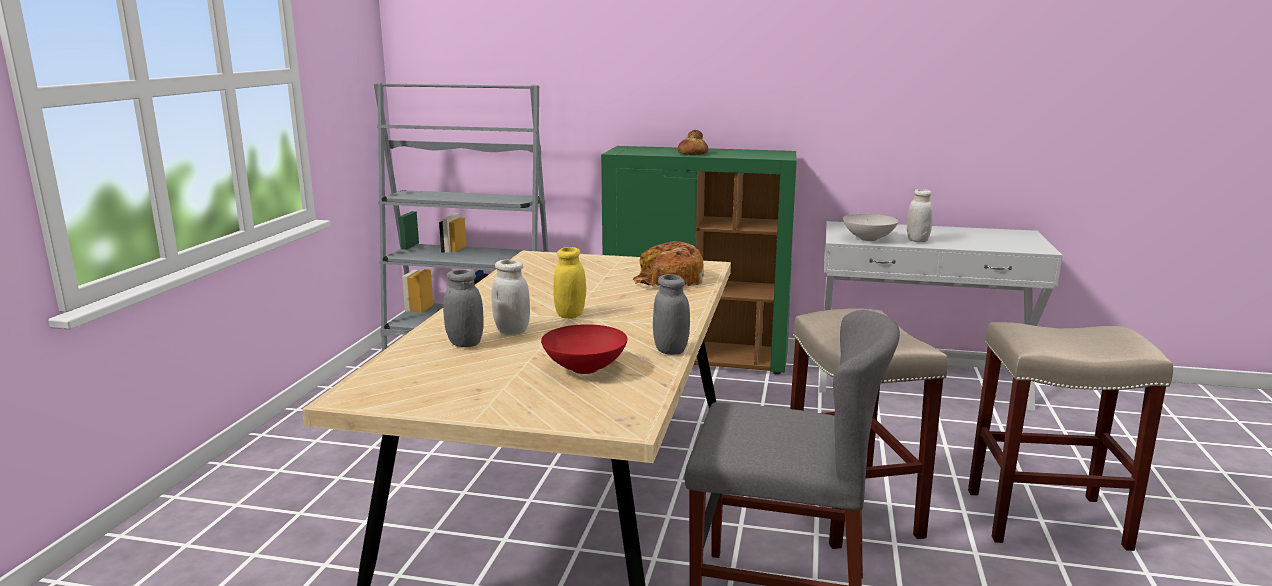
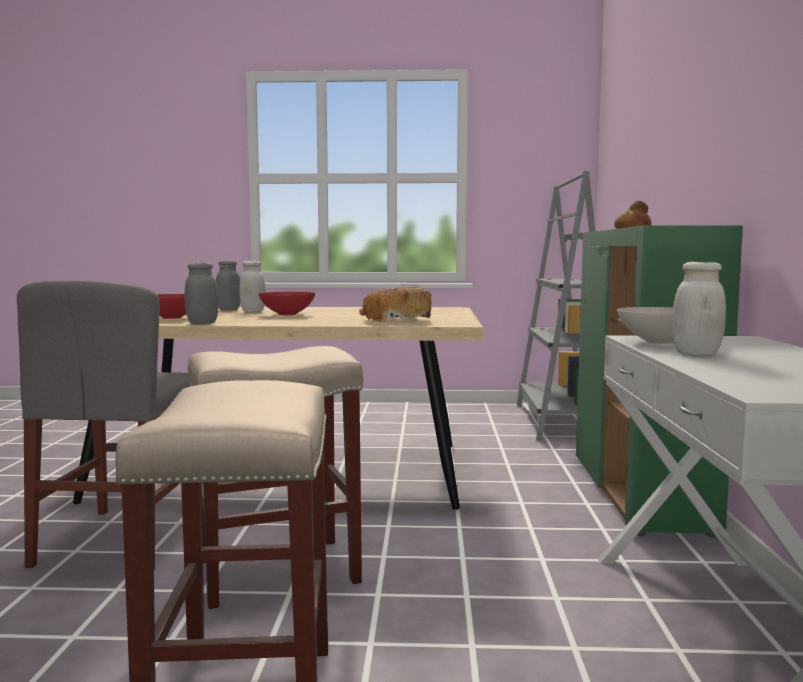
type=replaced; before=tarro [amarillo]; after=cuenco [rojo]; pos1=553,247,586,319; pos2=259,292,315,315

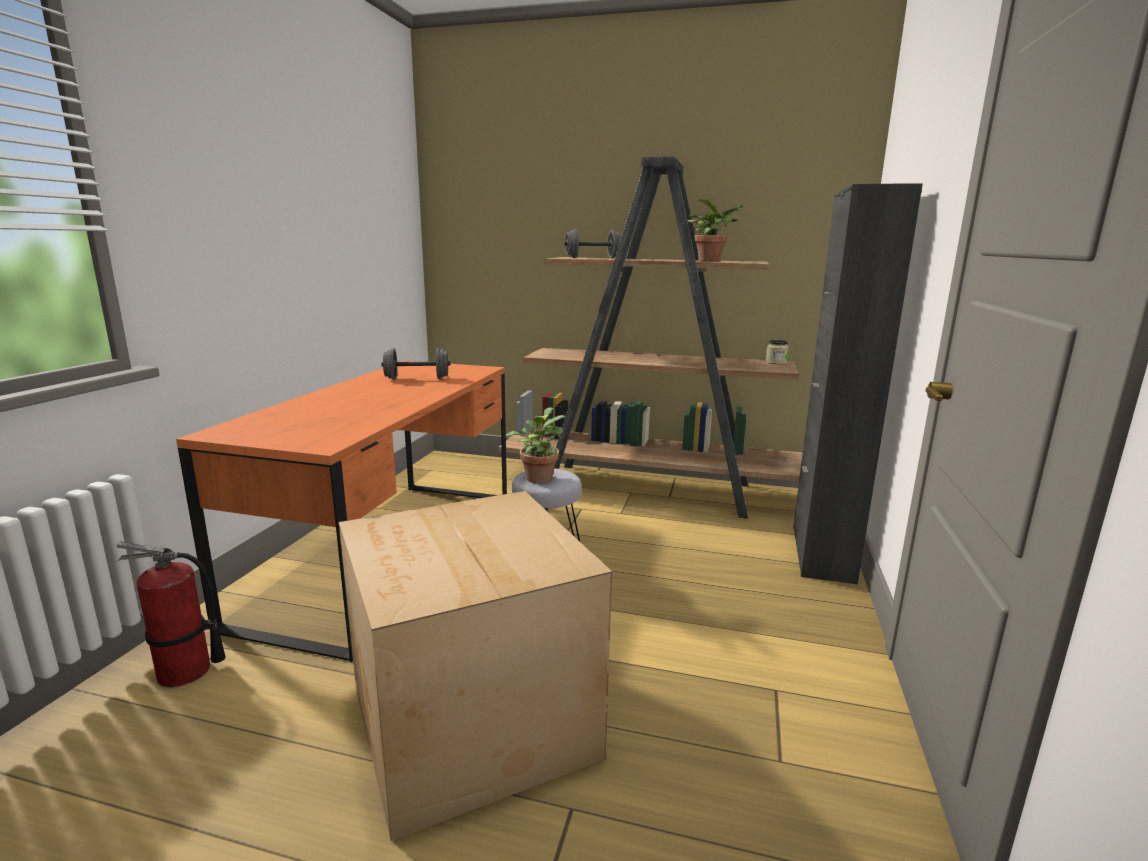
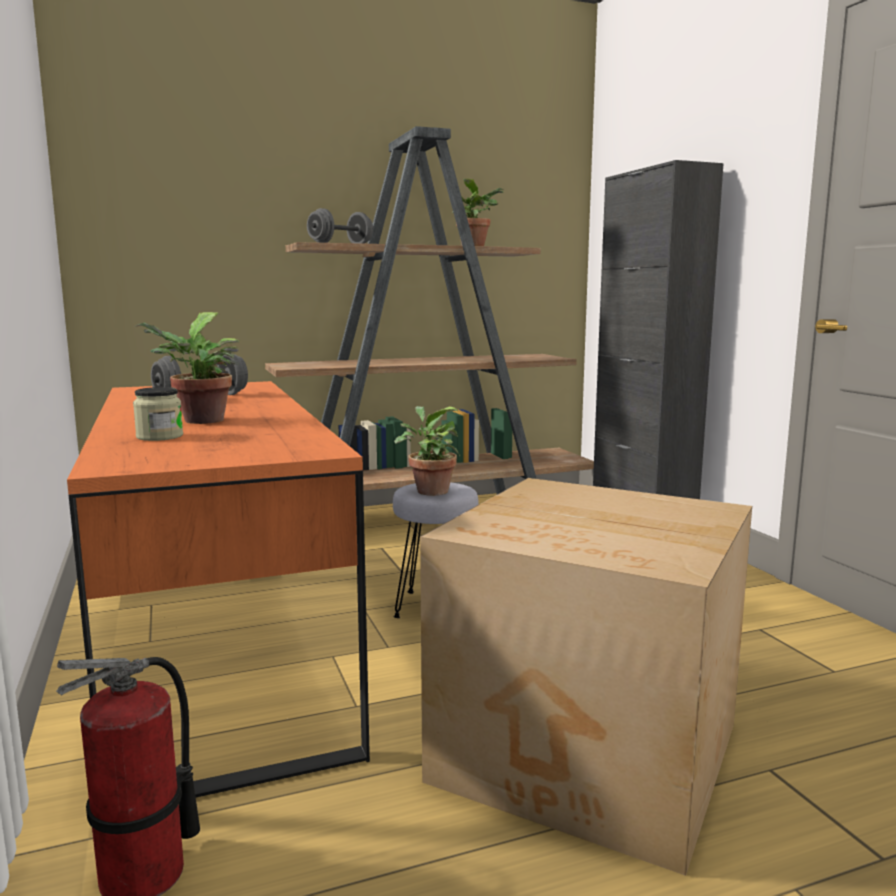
type=moved; before=tarro; pos1=766,340,789,365; pos2=133,387,183,441
type=added; after=planta en maceta; pos2=134,312,240,424

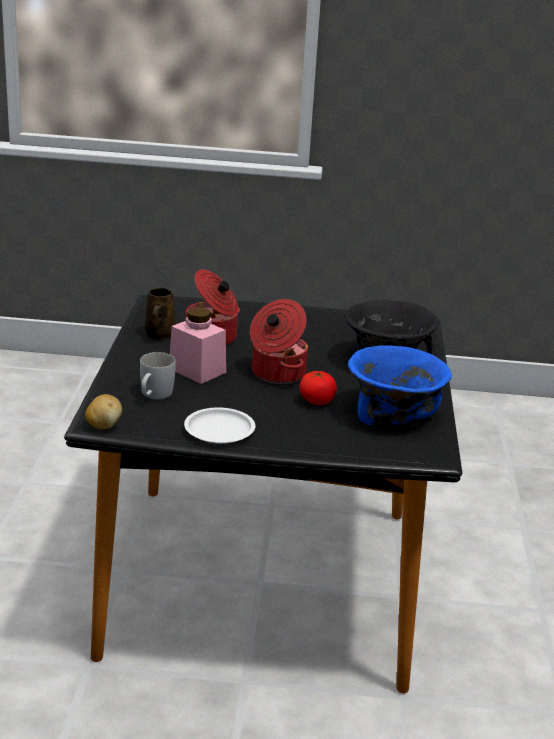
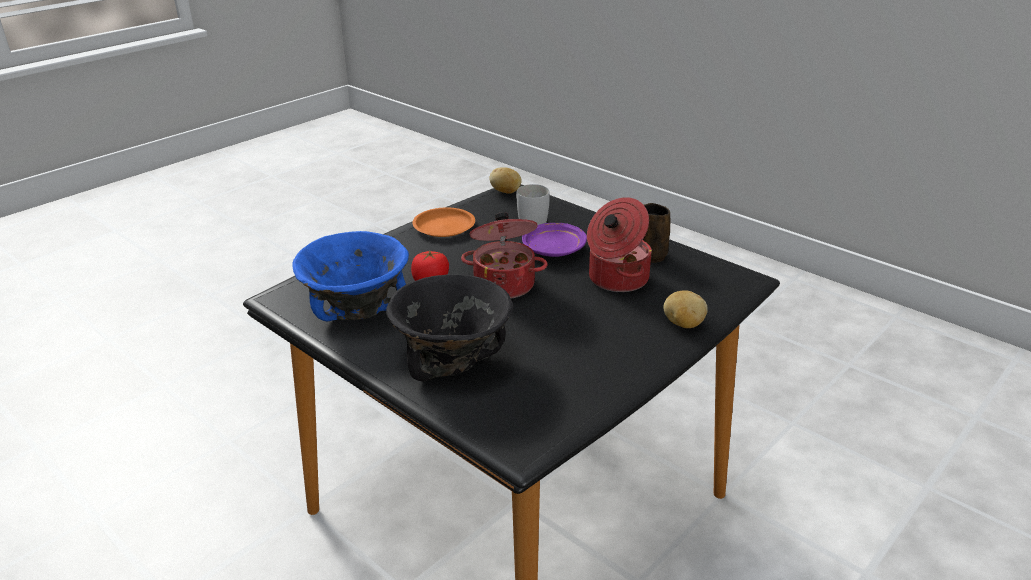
type=replaced; before=tarro [rosa]; after=plato [morado]; pos1=170,307,226,384; pos2=522,223,587,257
type=recoloured; before=plato [blanco]; after=plato [naranja]; pos1=184,407,255,444; pos2=412,207,475,237
type=added; after=patata; pos2=663,290,708,328

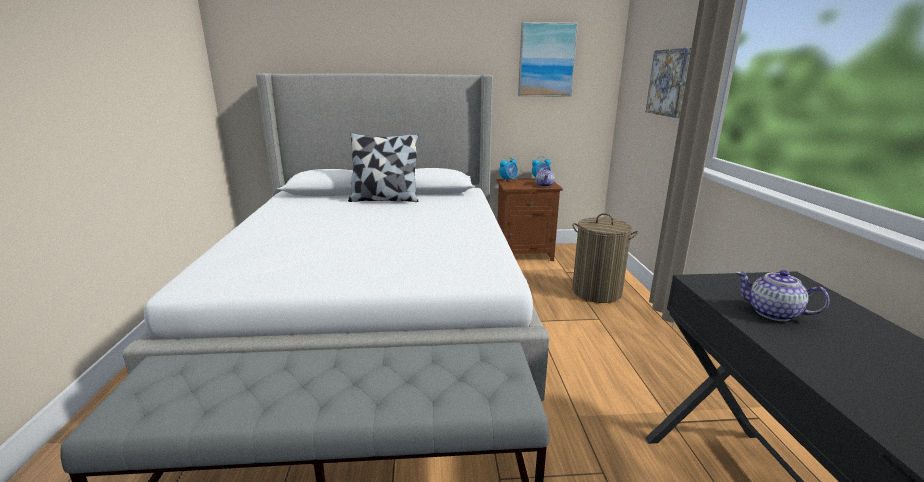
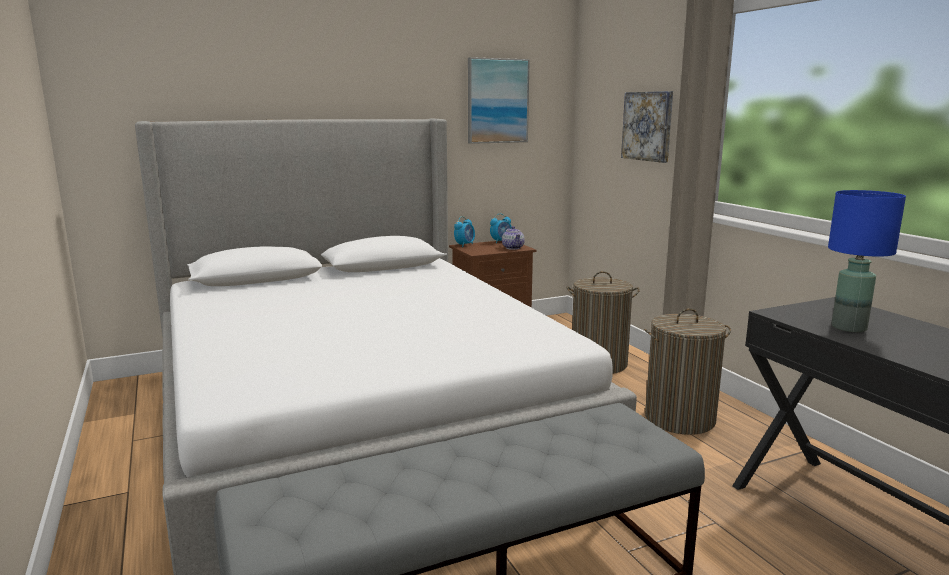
type=removed; before=cojín; pos1=348,132,419,202
type=replaced; before=tetera; after=lámpara de mesa [azul]; pos1=736,270,830,321; pos2=828,190,906,332
type=added; after=cesto de la ropa; pos2=644,308,731,435

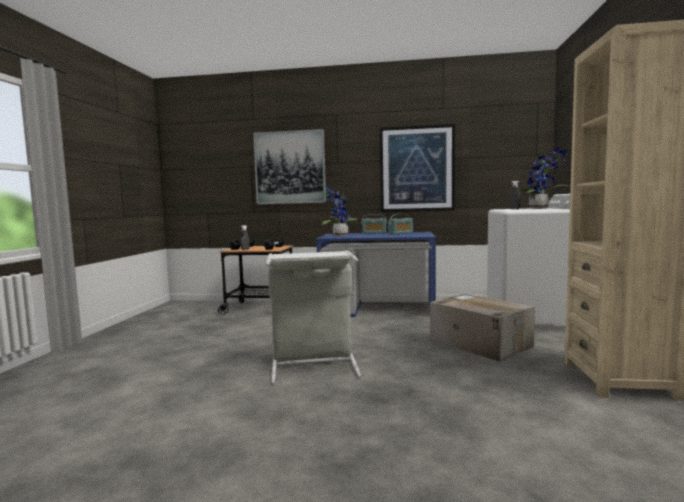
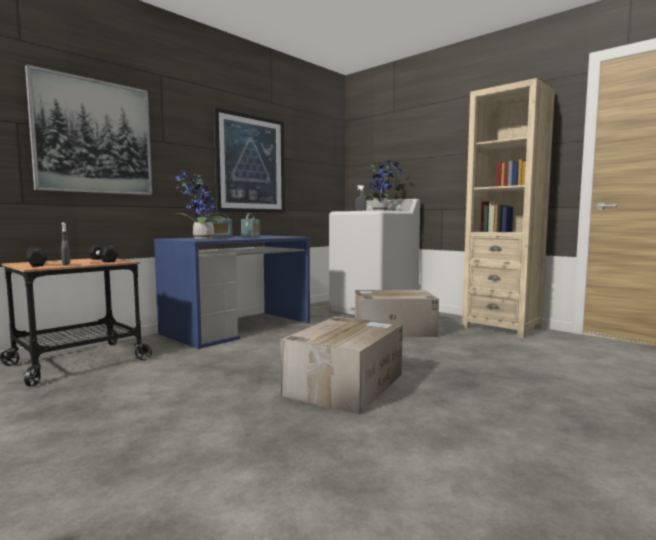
type=replaced; before=cesto de la ropa [gris]; after=caja de cartón; pos1=266,250,361,384; pos2=280,317,403,415

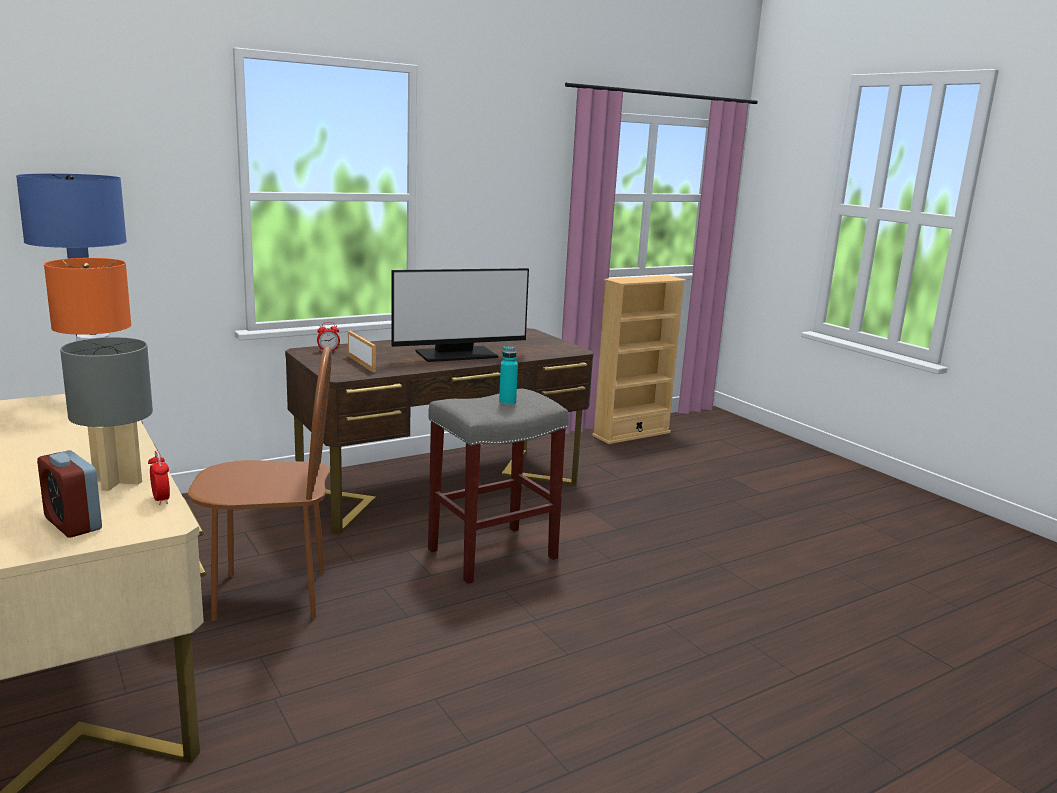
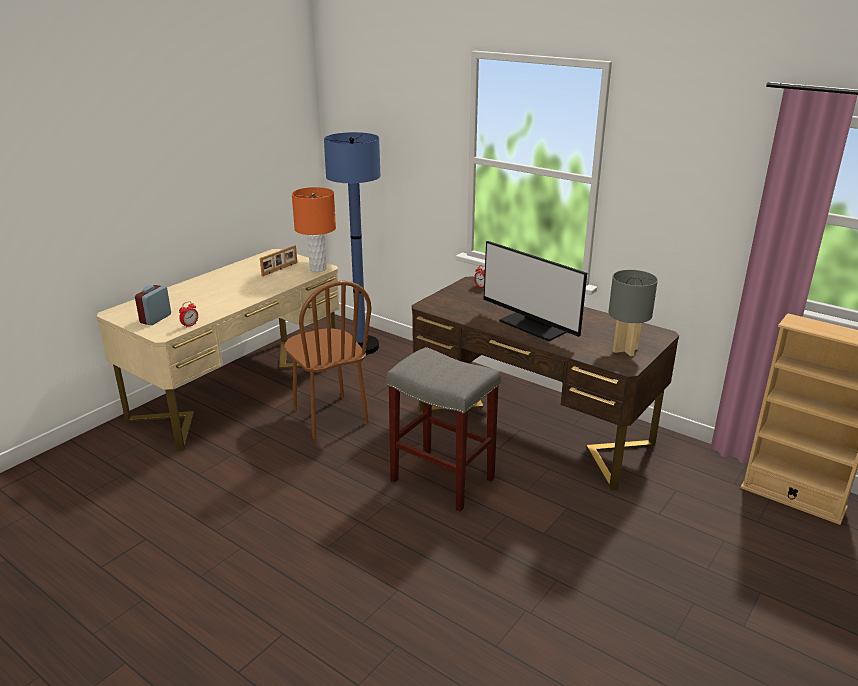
type=moved; before=portarretratos; pos1=348,331,376,373; pos2=260,245,297,276
type=moved; before=lámpara de mesa [gris]; pos1=60,337,153,491; pos2=608,270,658,356
type=removed; before=botella [turquesa]; pos1=499,346,518,405

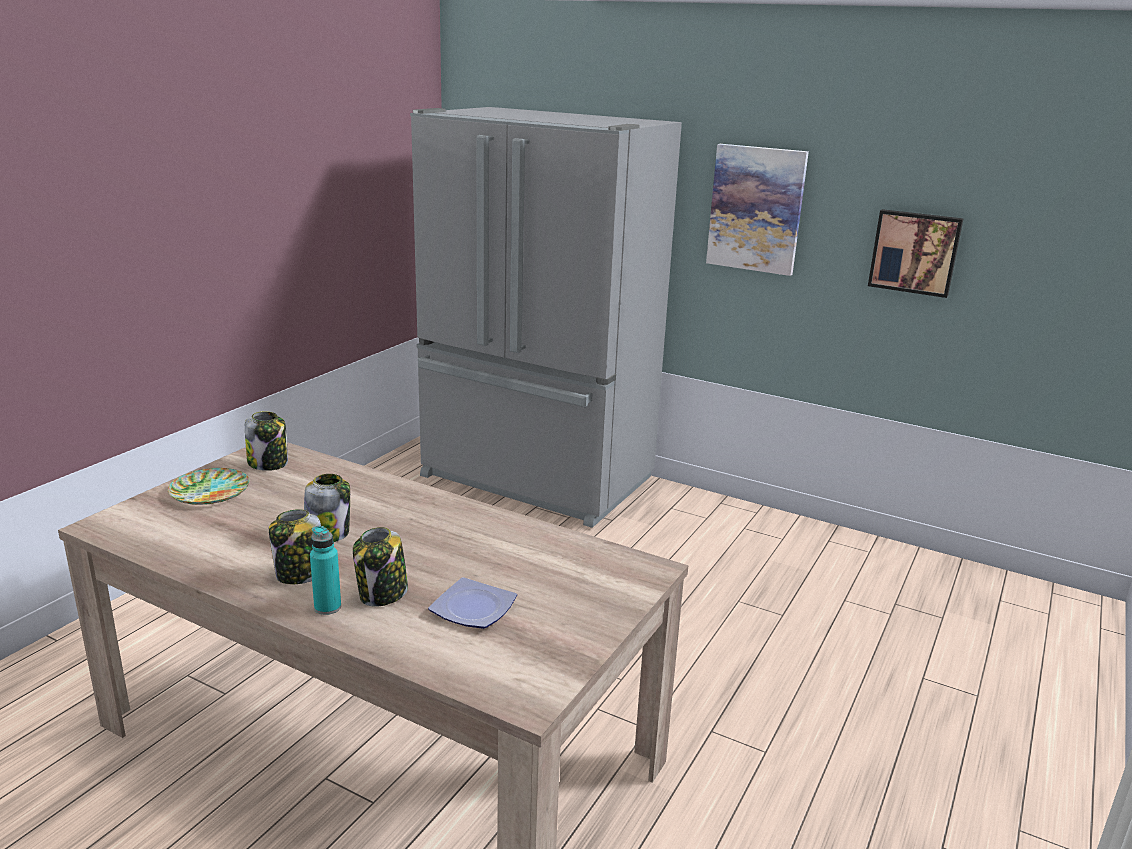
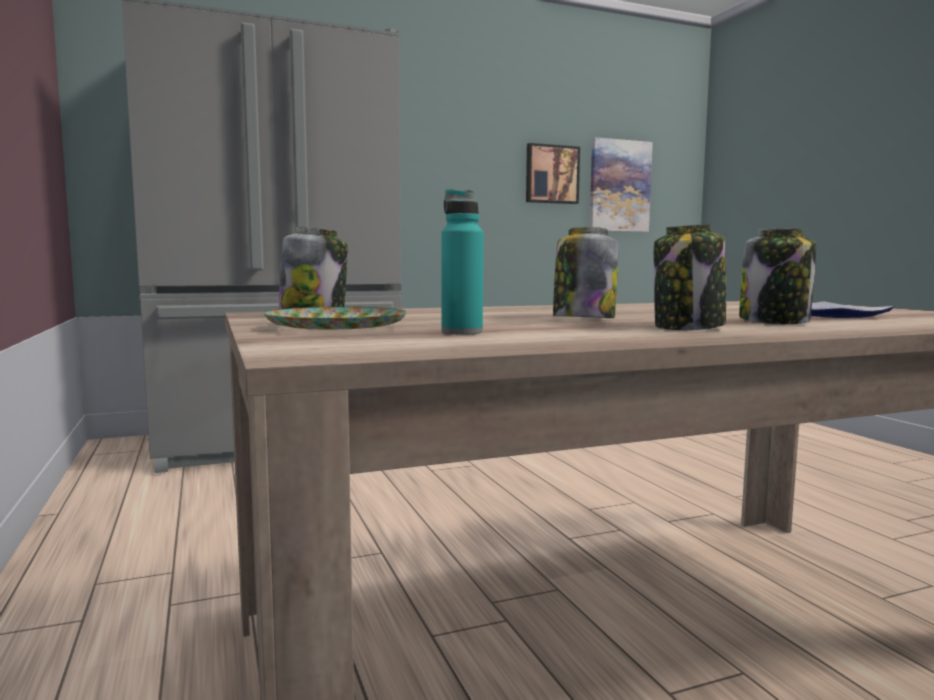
type=moved; before=cuadro; pos1=706,144,809,276; pos2=590,137,653,232
type=moved; before=botella [turquesa]; pos1=310,526,341,615; pos2=441,189,483,335

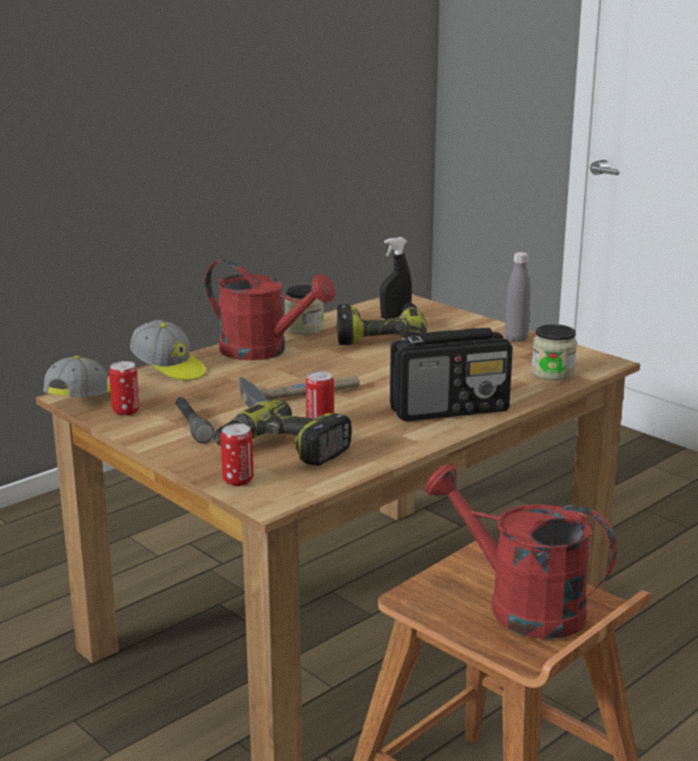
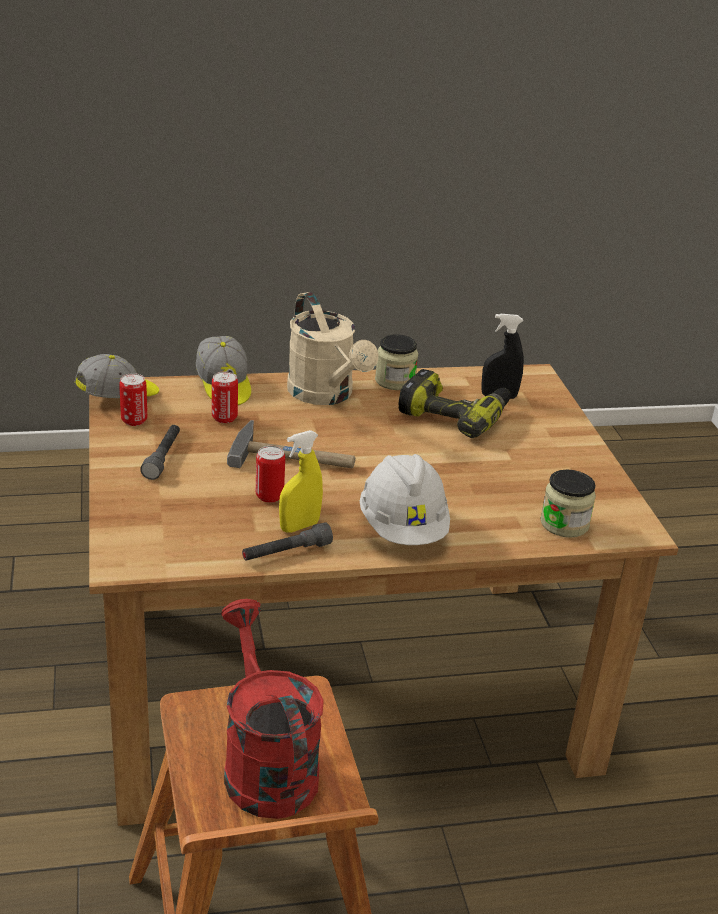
type=removed; before=botella [gris]; pos1=505,252,531,342
type=recoloured; before=regadera [rojo]; after=regadera [beis]; pos1=205,259,335,360; pos2=287,292,378,405
type=replaced; before=radio; after=casco [blanco]; pos1=390,328,513,421; pos2=360,454,450,545
type=removed; before=taladro; pos1=214,399,352,466
type=moved; before=lata; pos1=221,423,254,486; pos2=212,371,238,423
type=added; after=pulverizador [amarillo]; pos2=279,430,323,533
type=added; after=linterna [gris]; pos2=242,522,333,561

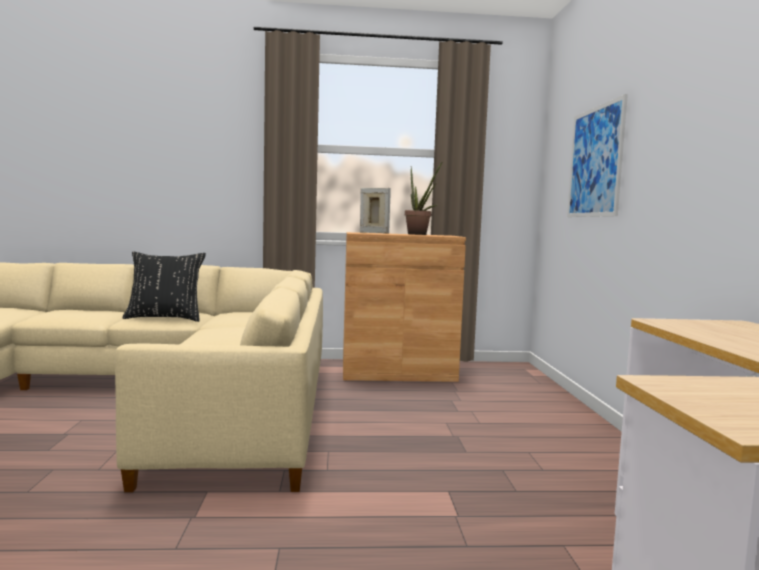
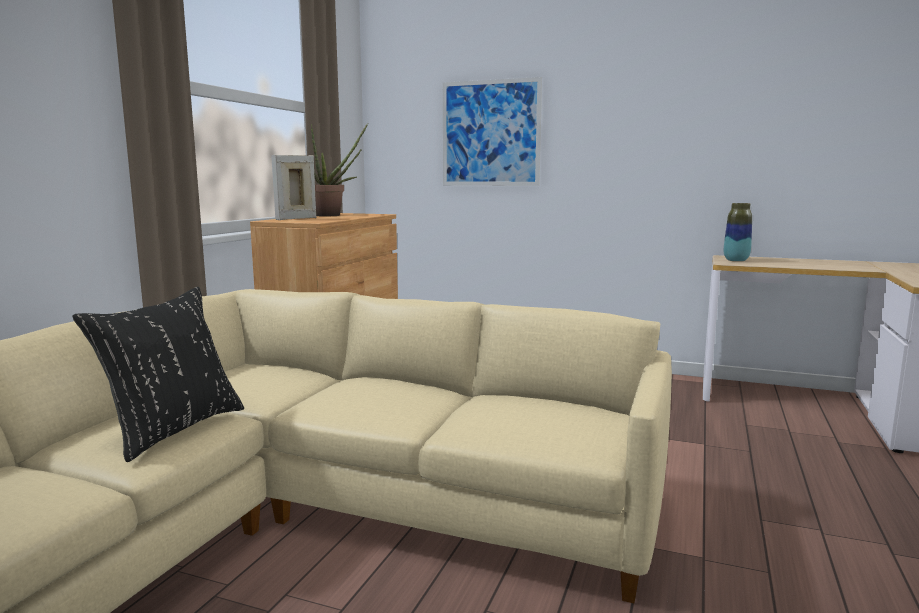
type=added; after=florero; pos2=724,203,752,262

